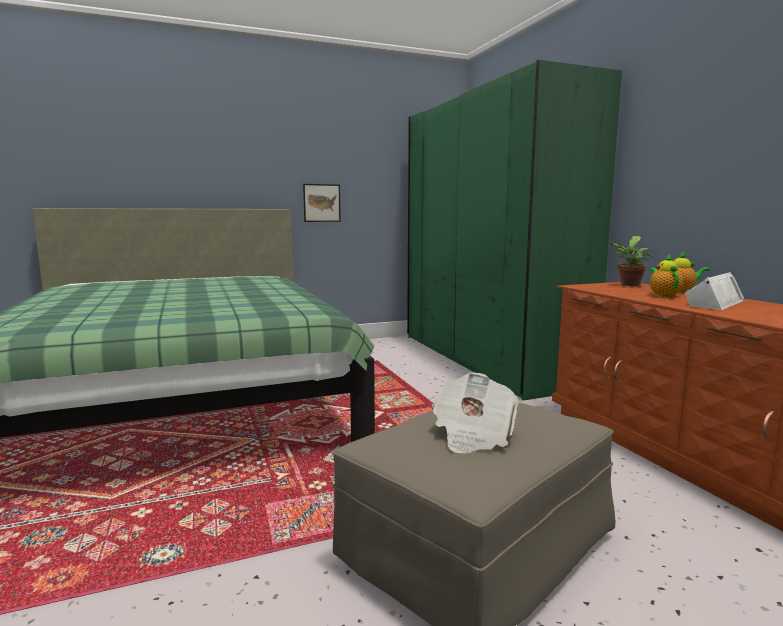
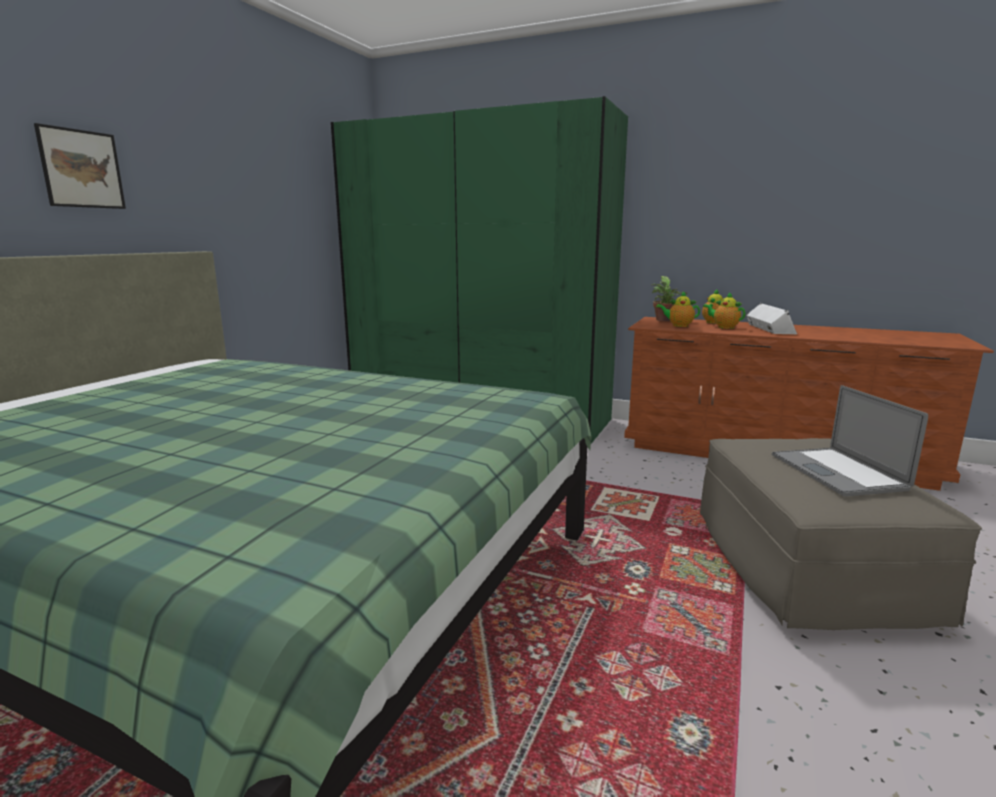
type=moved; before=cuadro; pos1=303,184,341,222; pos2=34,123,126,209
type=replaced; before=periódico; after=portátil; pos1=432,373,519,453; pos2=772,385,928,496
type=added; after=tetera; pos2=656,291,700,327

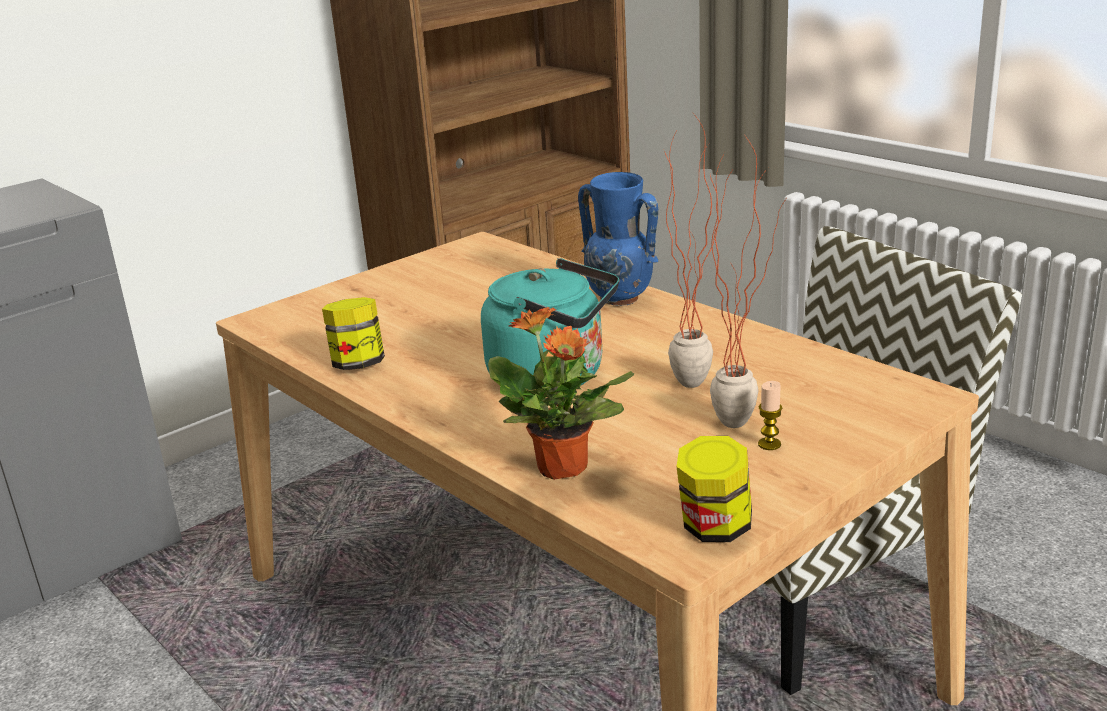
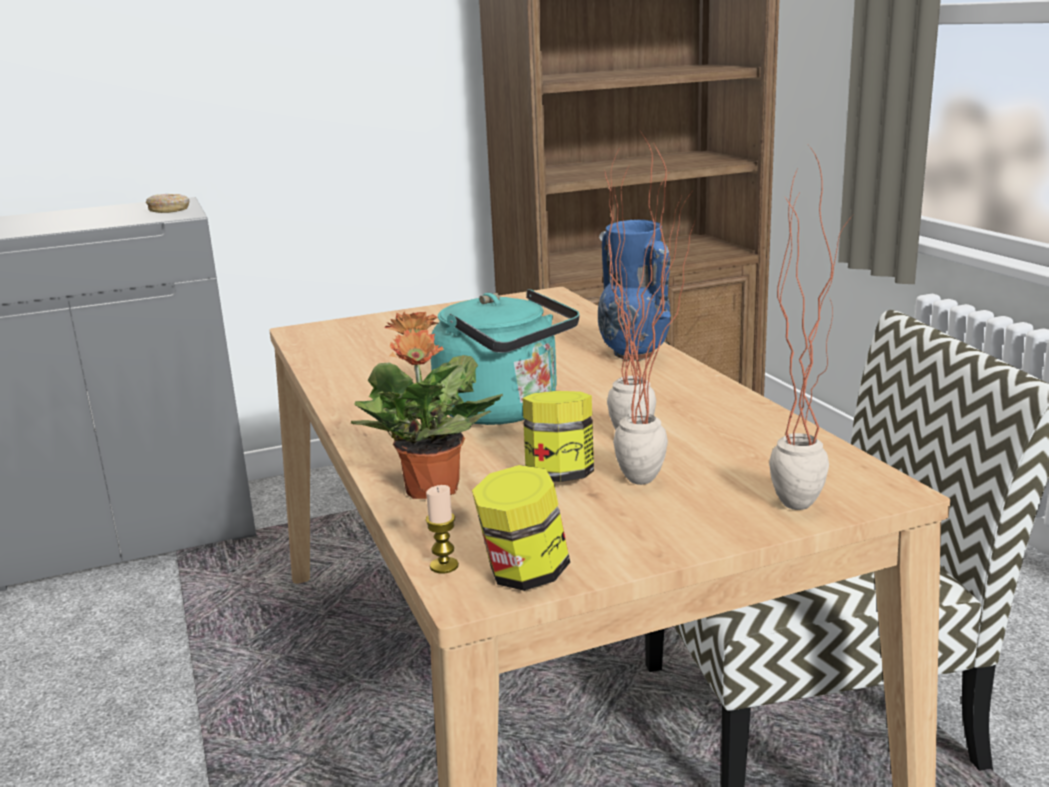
type=moved; before=tarro; pos1=322,297,385,370; pos2=522,391,594,482
type=moved; before=vela; pos1=758,381,782,450; pos2=425,485,459,573
type=added; after=planta en maceta; pos2=769,146,853,510
type=added; after=rosquilla; pos2=146,194,189,213

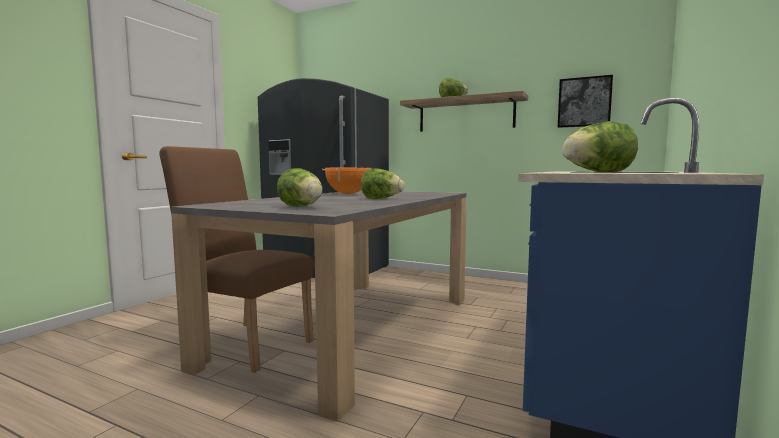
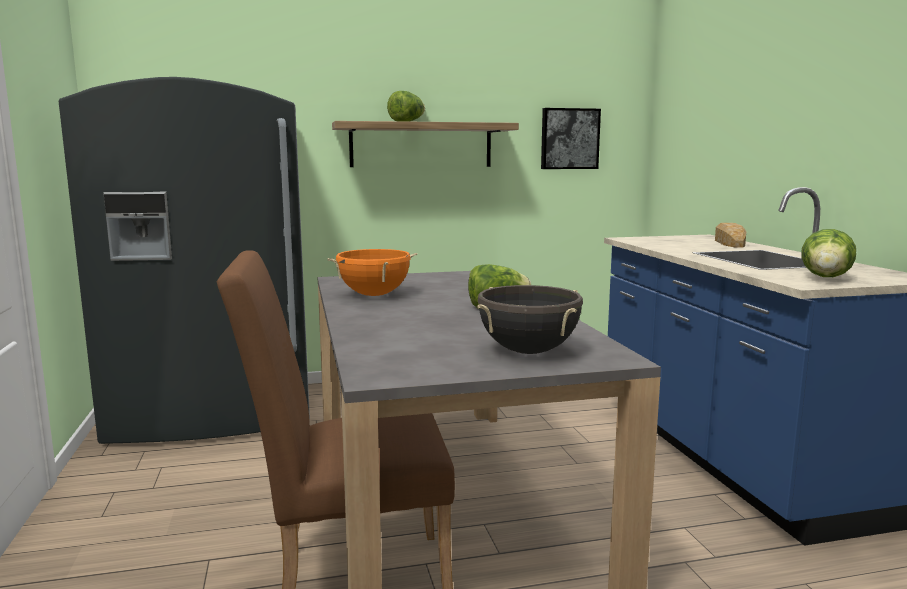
type=replaced; before=lechuga; after=olla [negro]; pos1=277,168,323,207; pos2=477,285,583,354
type=added; after=pan; pos2=715,223,746,248

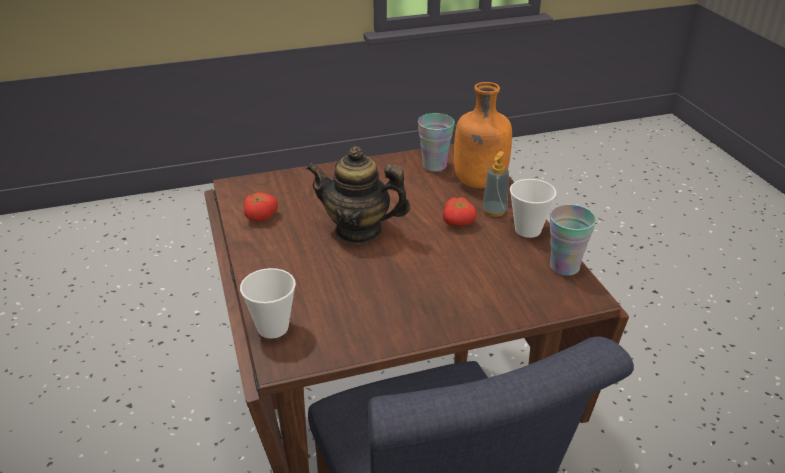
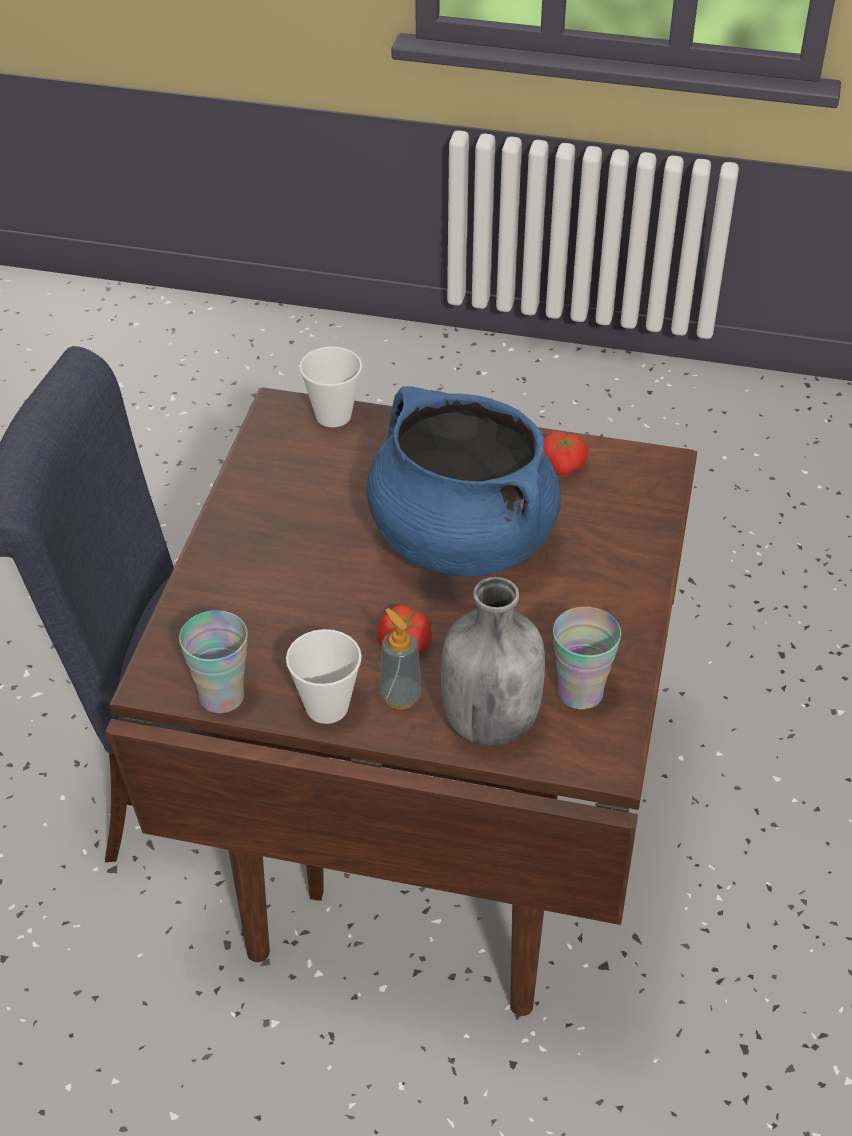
type=recoloured; before=botella [naranja]; after=botella [gris]; pos1=454,82,512,189; pos2=441,577,545,746
type=replaced; before=tetera; after=olla [azul]; pos1=306,146,411,244; pos2=366,386,561,577

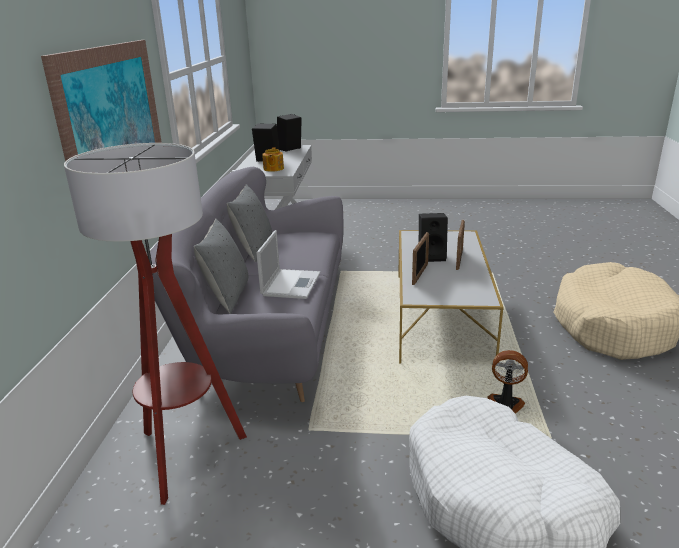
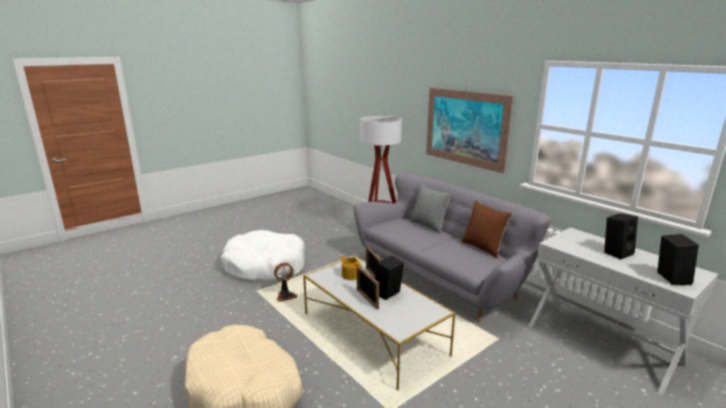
type=moved; before=tetera; pos1=262,147,284,172; pos2=340,256,362,280
type=recoloured; before=cojín [gris]; after=cojín [marrón]; pos1=227,184,272,262; pos2=461,200,512,258
type=removed; before=portátil; pos1=256,230,320,299

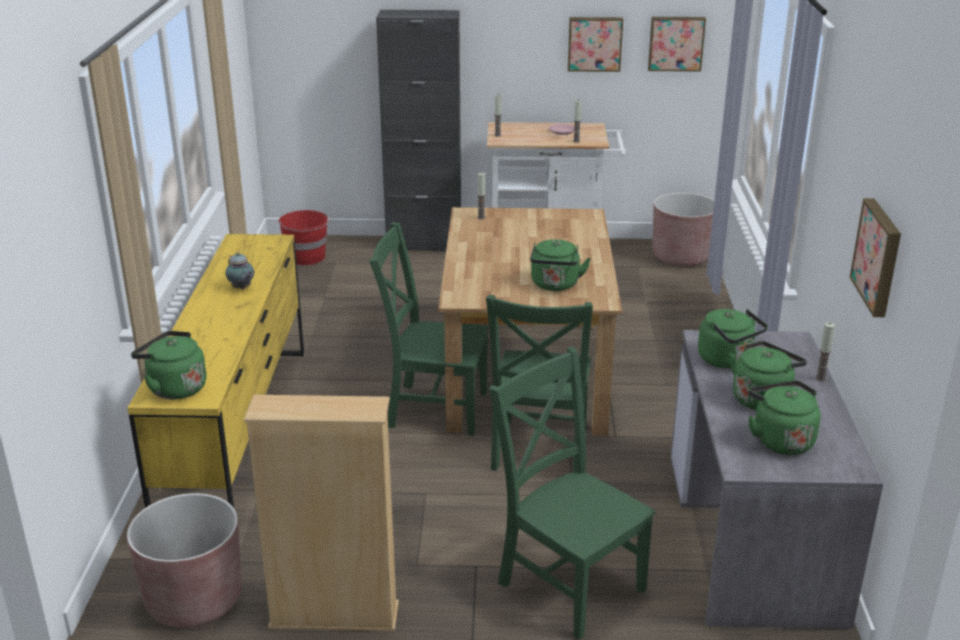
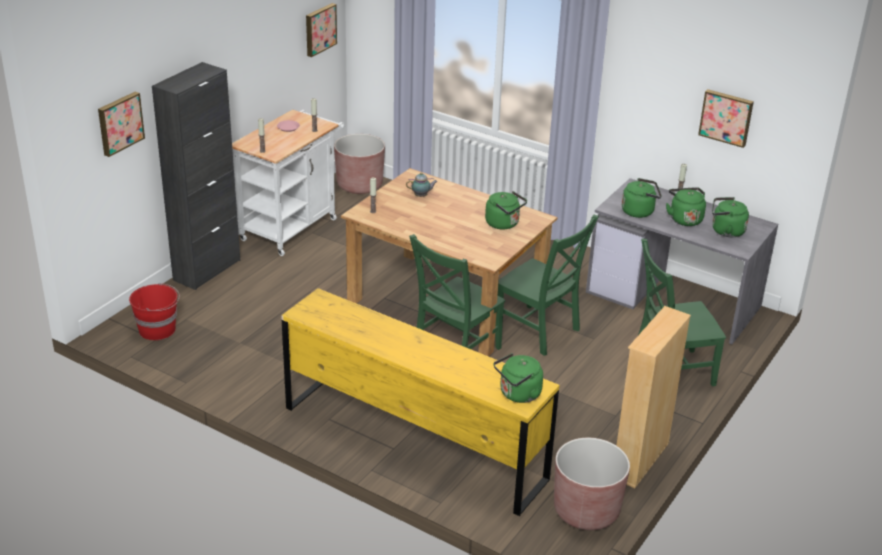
type=moved; before=cuadro; pos1=568,17,623,72; pos2=98,92,145,157
type=moved; before=tetera; pos1=226,252,254,289; pos2=406,173,438,197

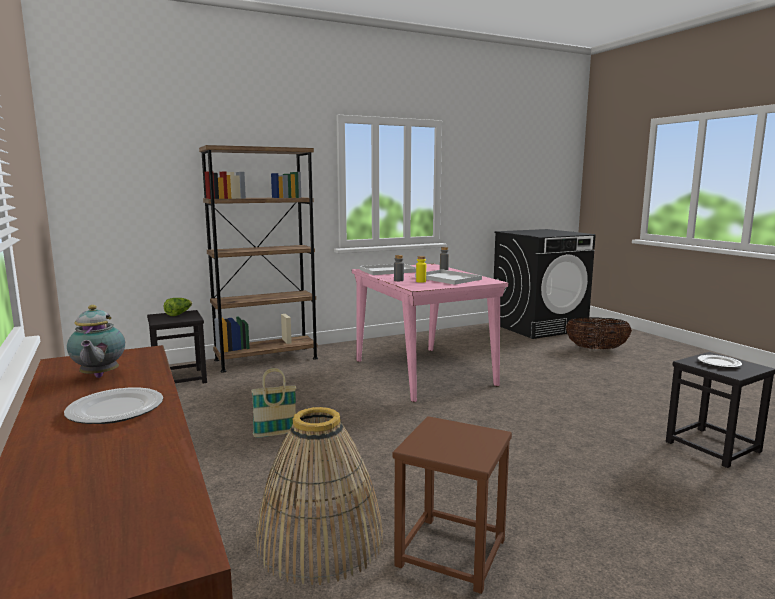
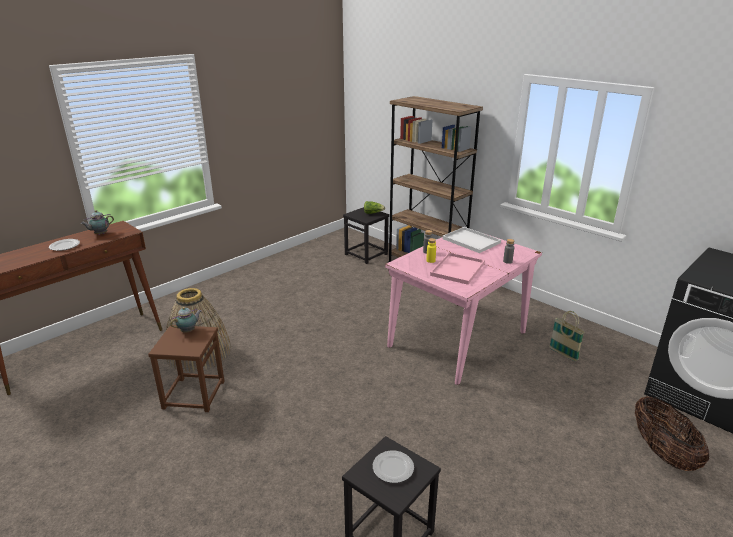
type=recoloured; before=bandeja [blanco]; after=bandeja [rosa]; pos1=415,269,482,285; pos2=430,252,485,285
type=moved; before=cesta; pos1=251,368,296,438; pos2=549,311,585,361
type=added; after=tetera; pos2=170,307,201,333

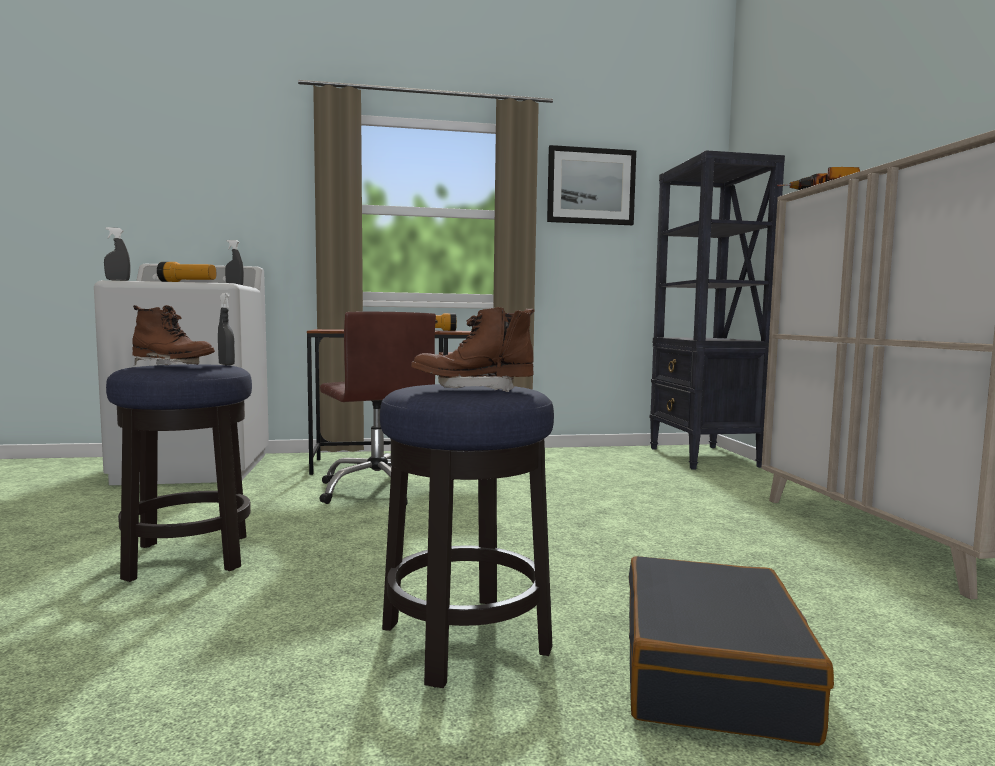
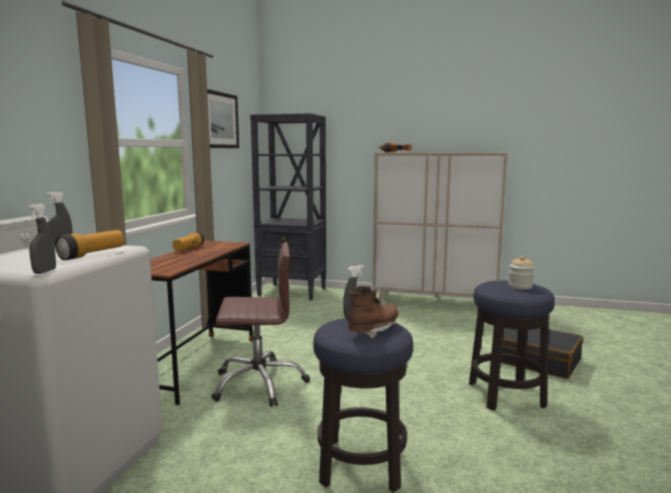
type=replaced; before=bota [marrón]; after=tarro; pos1=411,307,534,392; pos2=508,256,534,290

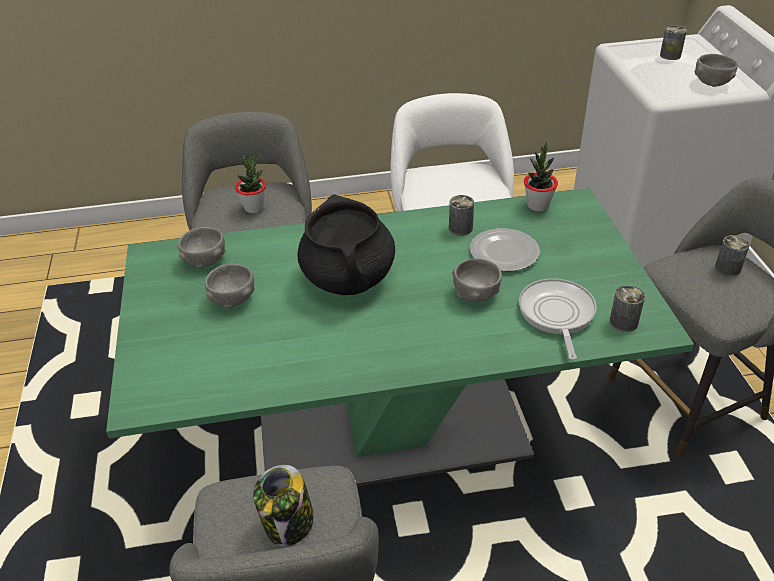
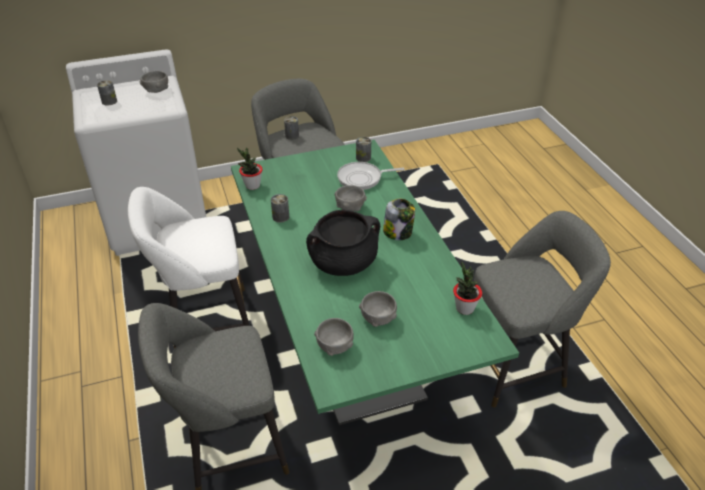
type=moved; before=planta en maceta; pos1=235,152,266,213; pos2=453,262,482,315
type=removed; before=plato; pos1=470,228,540,271
type=moved; before=tarro; pos1=253,465,314,546; pos2=383,199,415,240

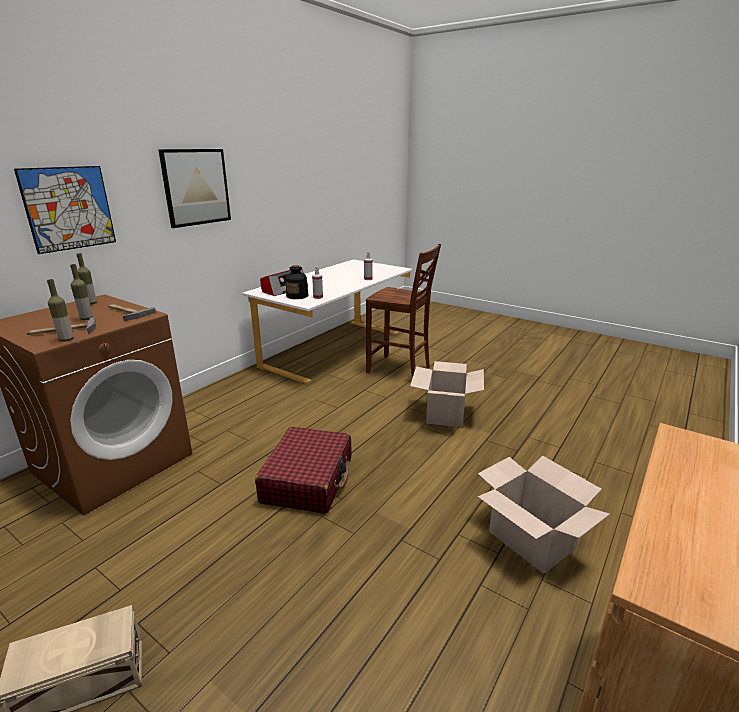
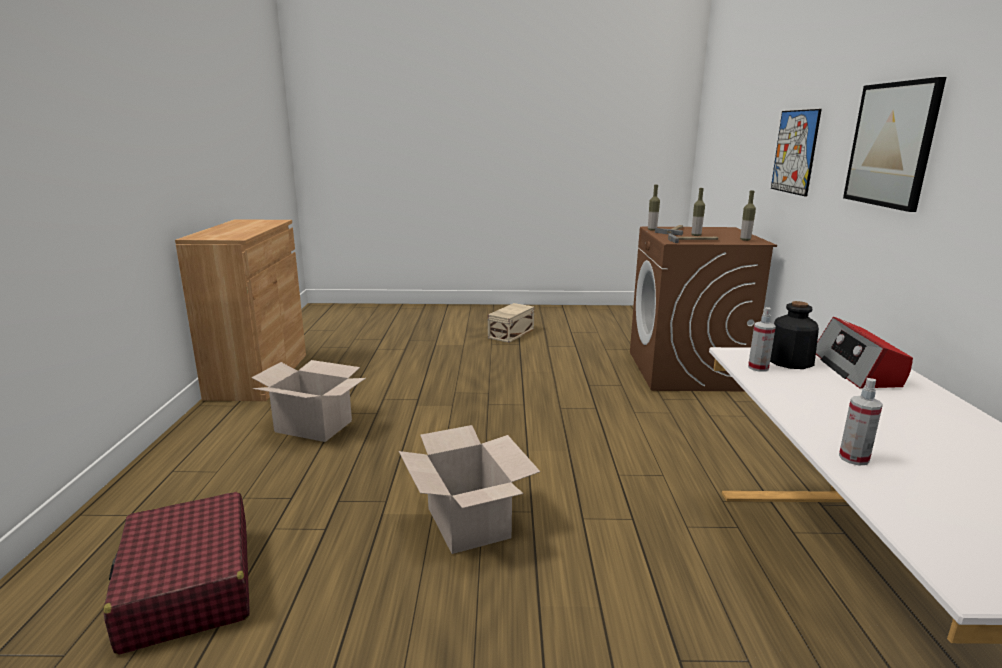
type=removed; before=silla [marrón]; pos1=366,244,441,378
type=moved; before=maleta [rojo]; pos1=255,427,352,514; pos2=104,492,250,655

